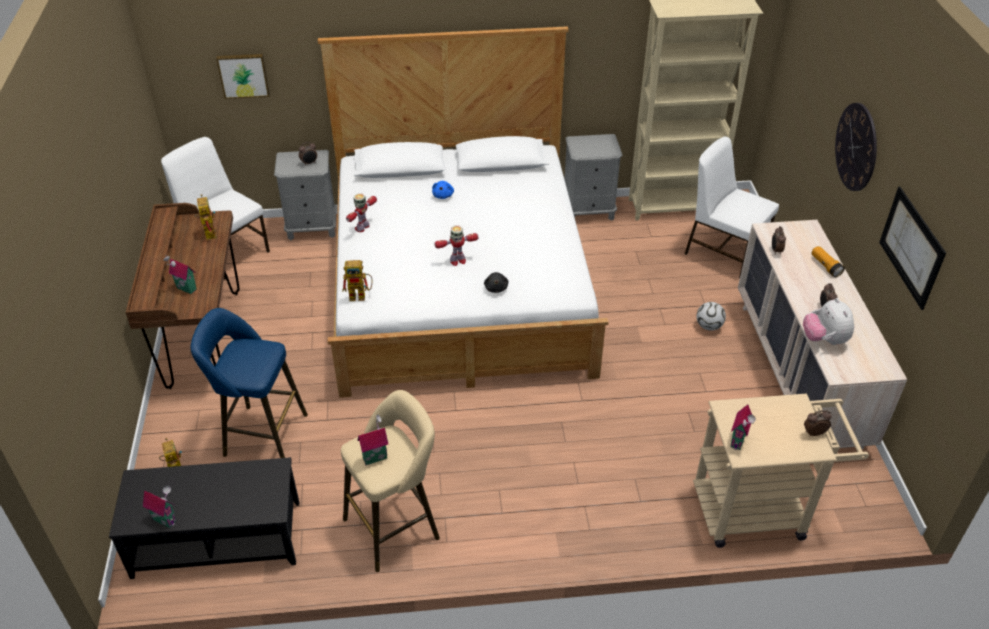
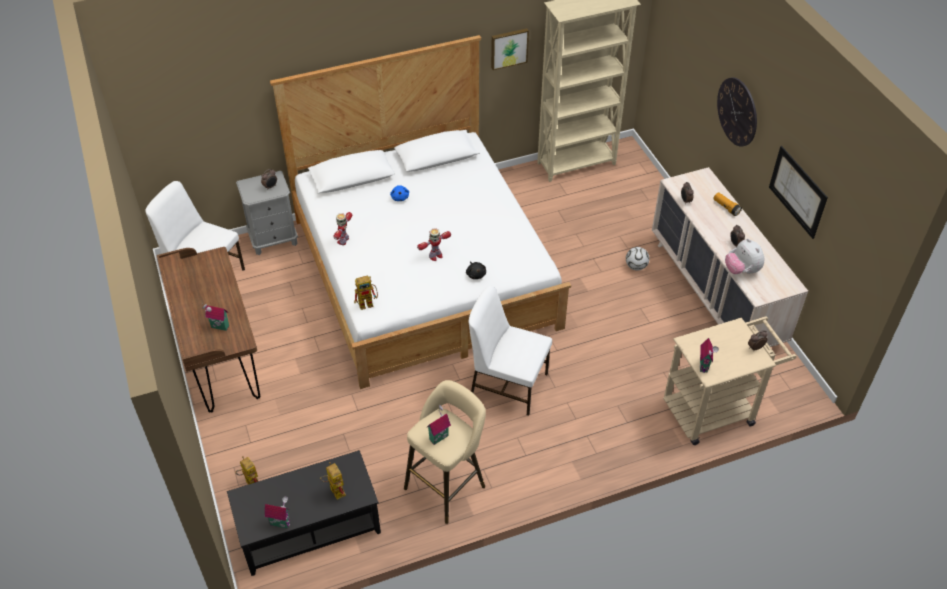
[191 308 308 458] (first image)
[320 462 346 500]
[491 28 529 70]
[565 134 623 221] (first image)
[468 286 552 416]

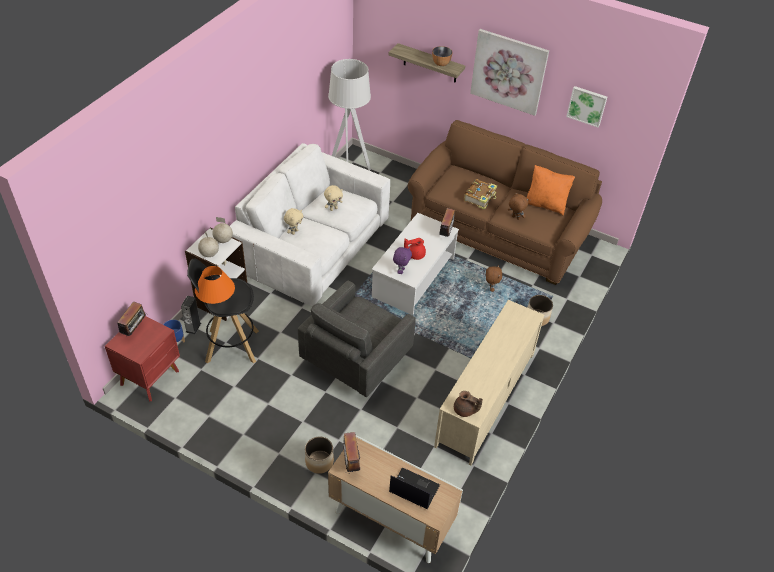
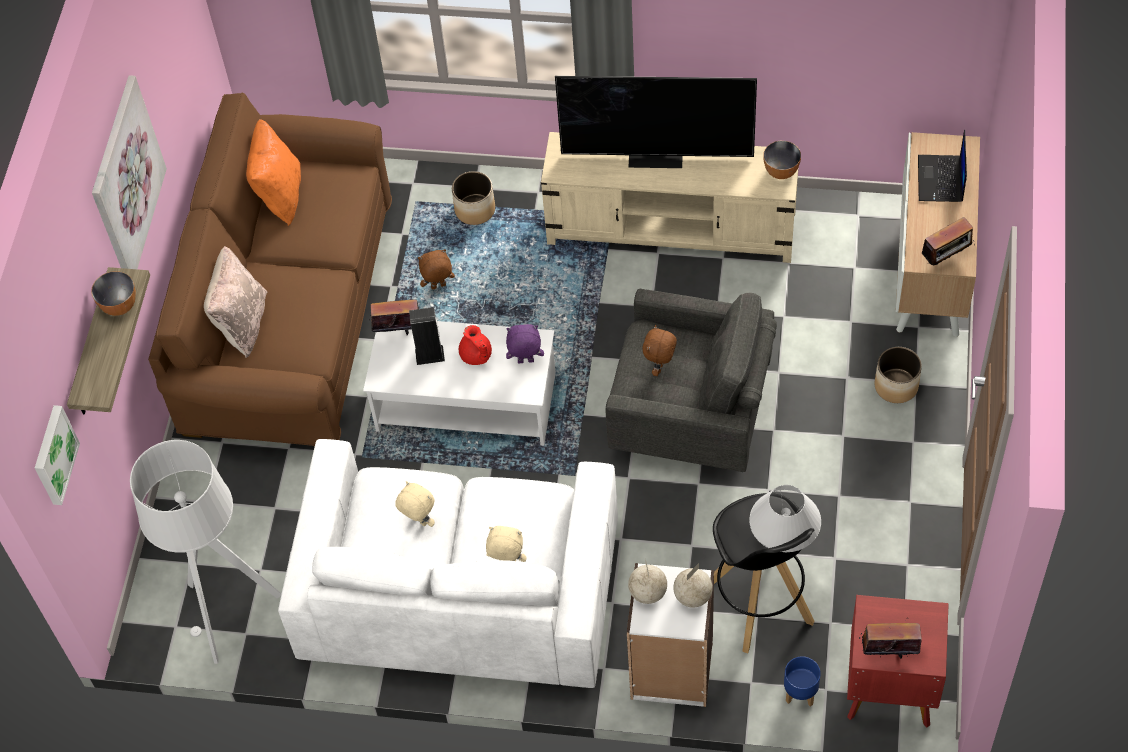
[409 307 445 365]
[749 485 821 552]
[763 141 801 179]
[464 179 497 210] (first image)
[643 325 677 376]
[35 405 80 505]
[204 246 267 358]
[555 76 757 168]

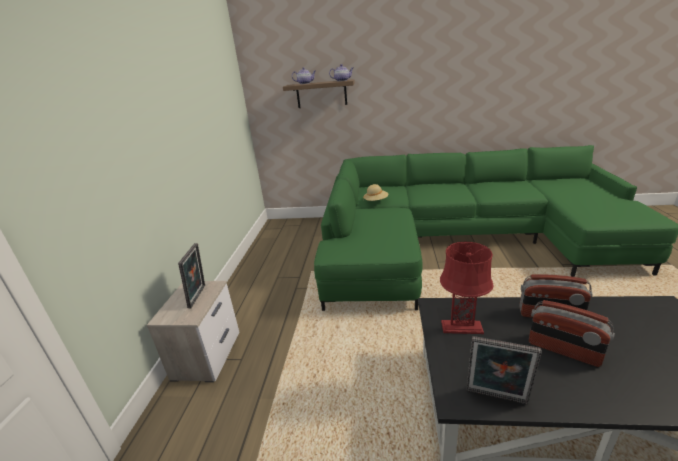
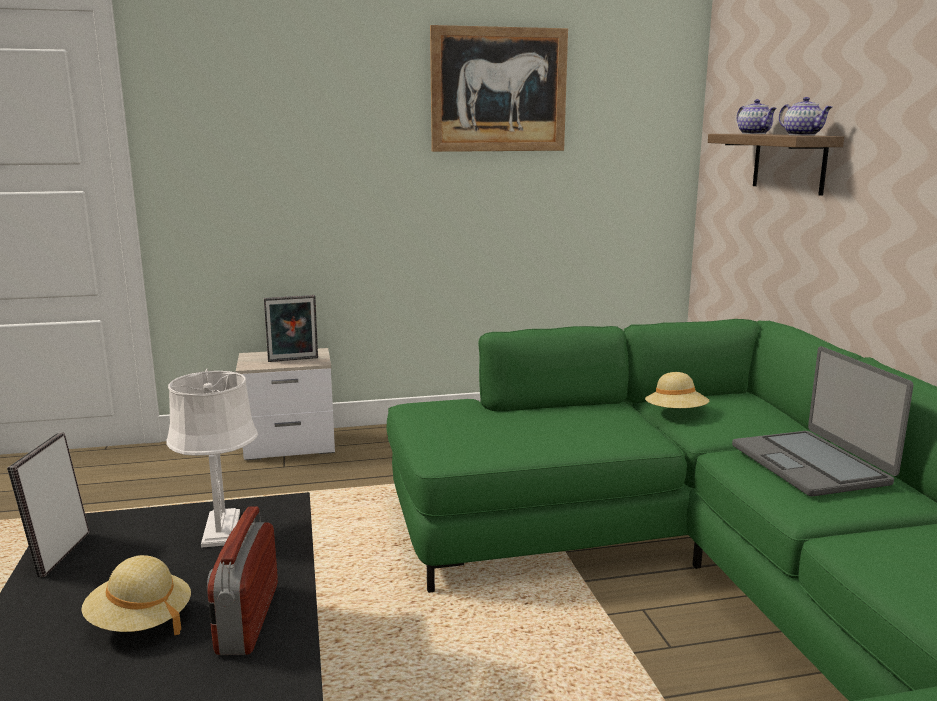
[166 369 258 548]
[81 555 191 635]
[430 25 568 152]
[732 346 913 497]

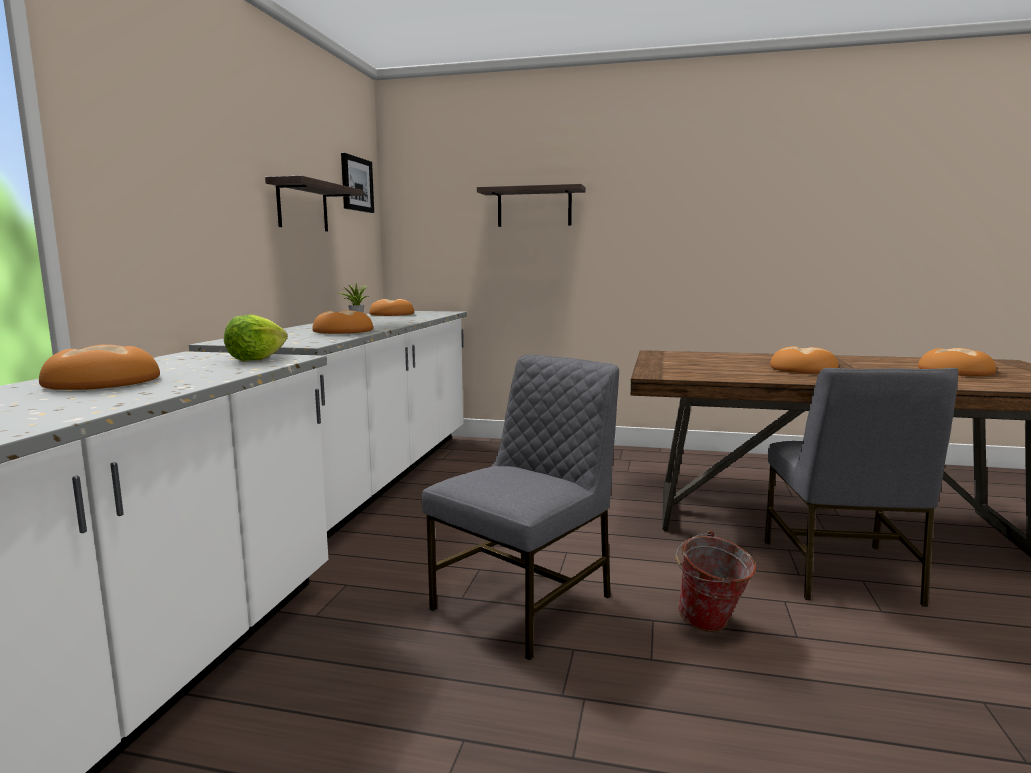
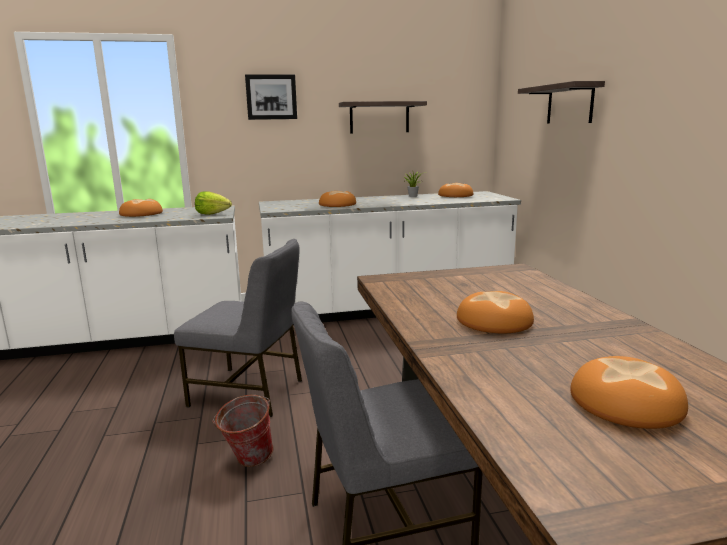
[245 74 297 120]

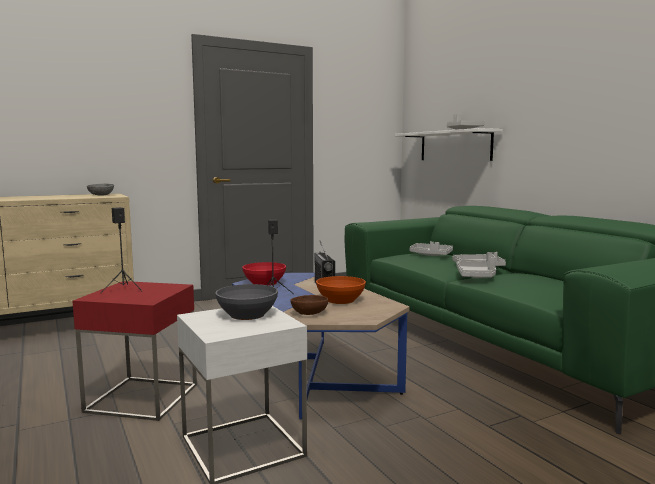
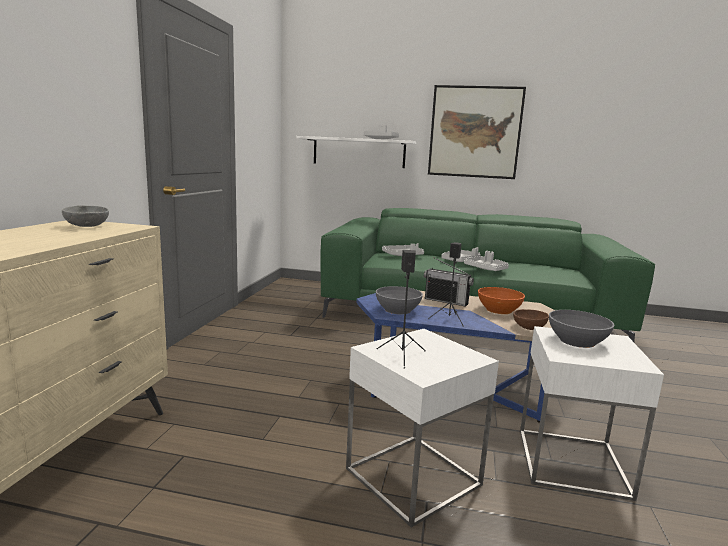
[346 329 499 528]
[376 286 423 314]
[428 85 526 179]

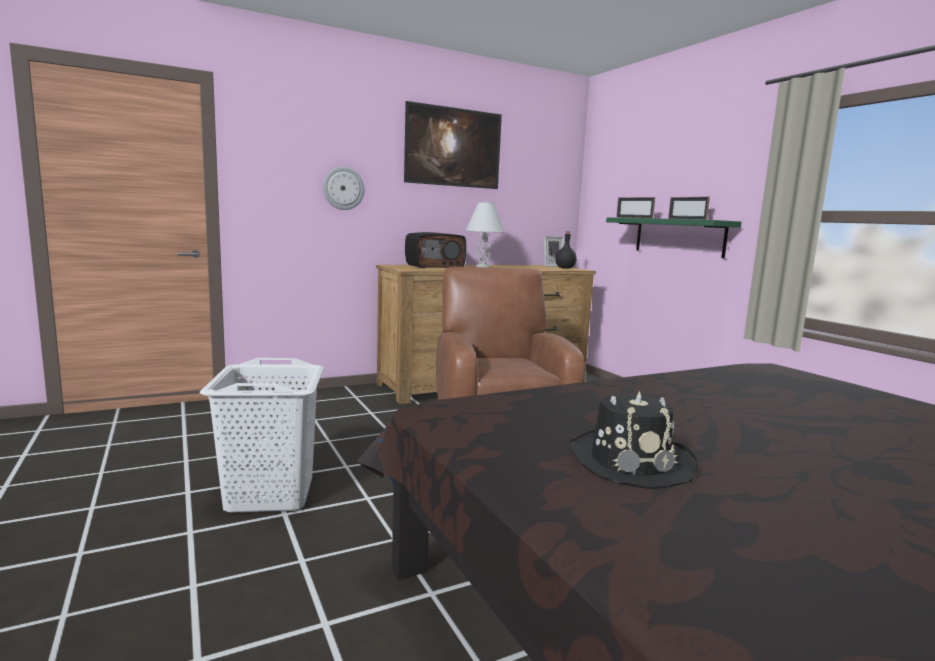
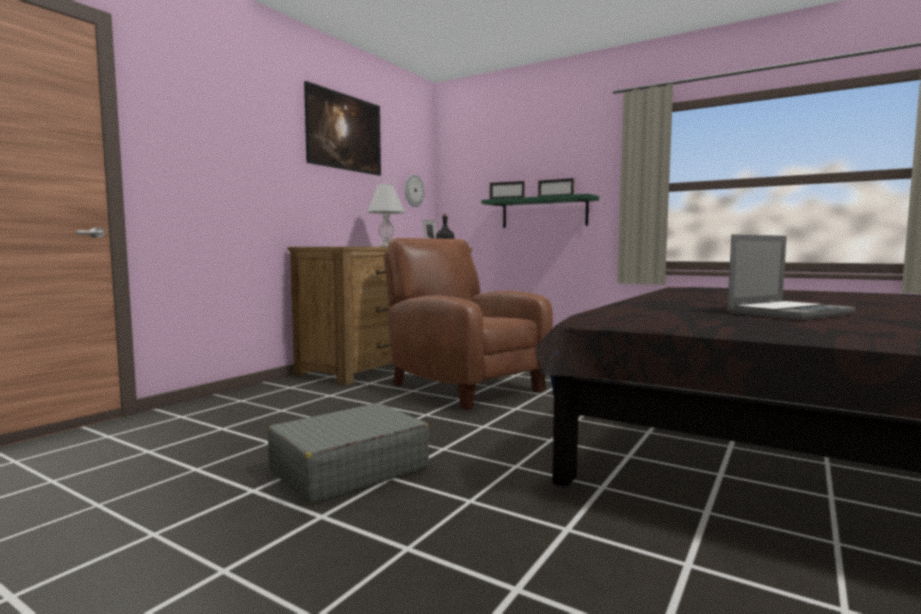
[268 403 429 504]
[405 174 425 207]
[405 232 466 268] (first image)
[727 234 855 320]

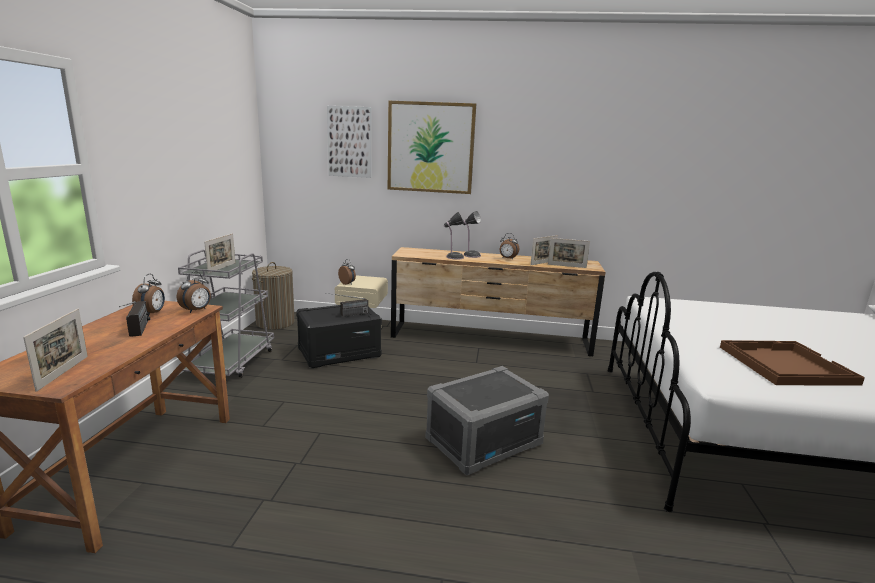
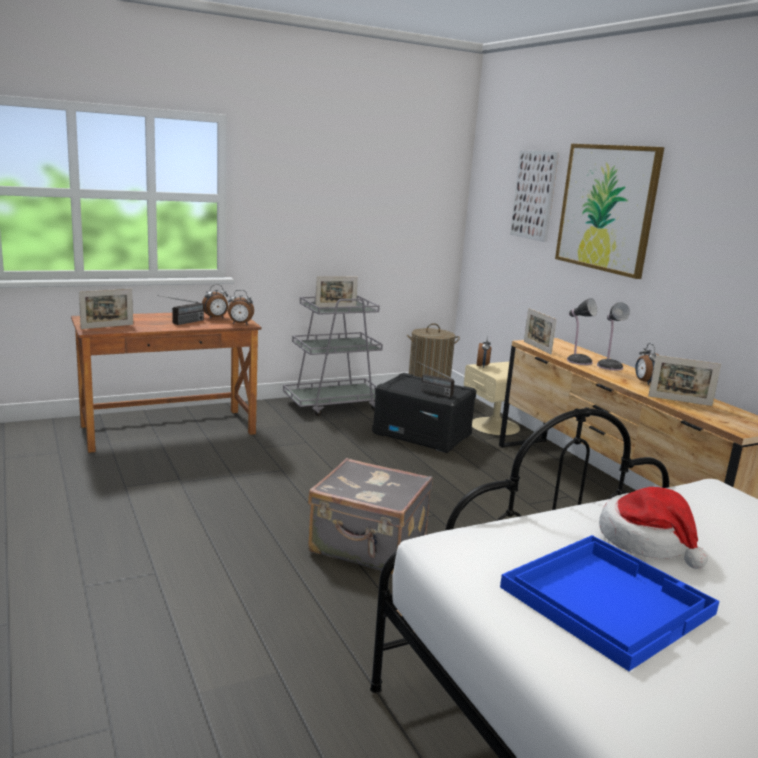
[308 458 433 574]
[524 308 557 354]
[500 535 719 671]
[599 487 708 569]

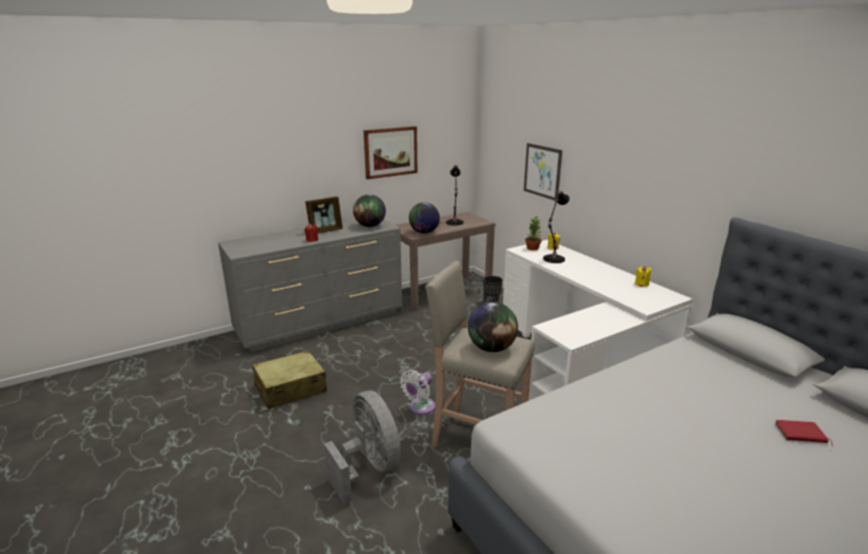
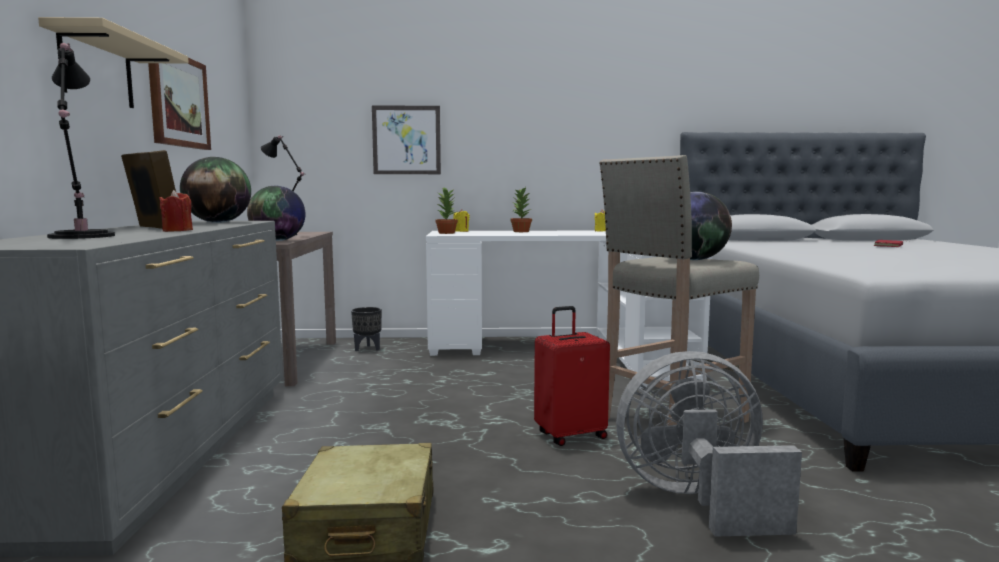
[121 150 176 229]
[534 306 610 446]
[47 43 115 239]
[38 17 189 108]
[511 187 532 232]

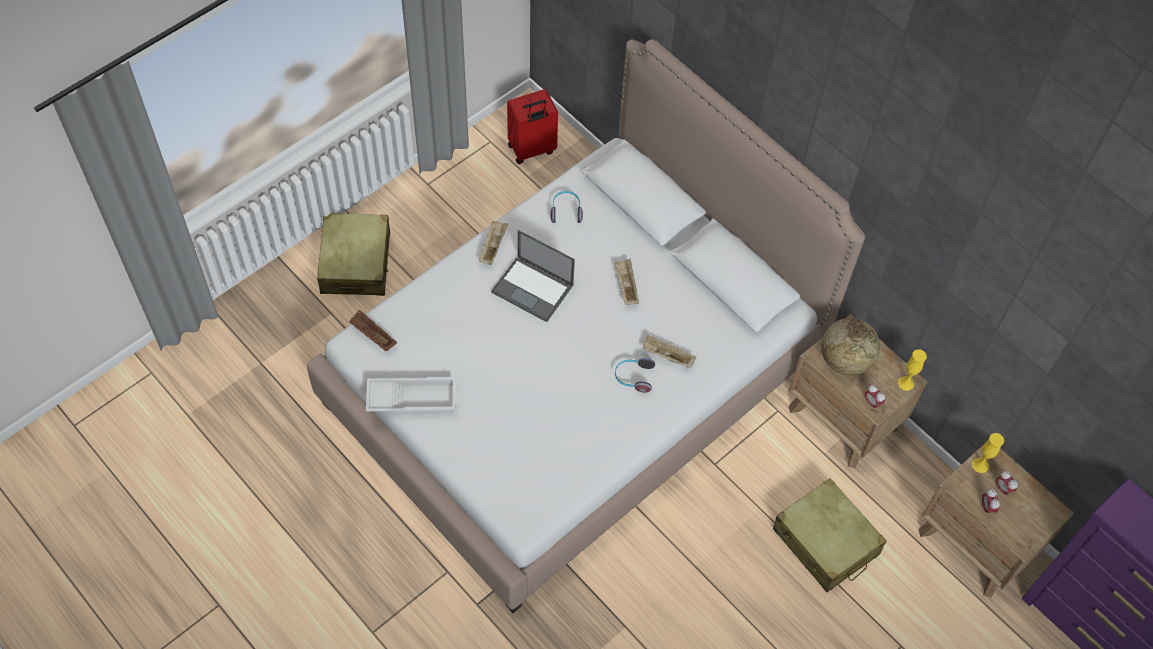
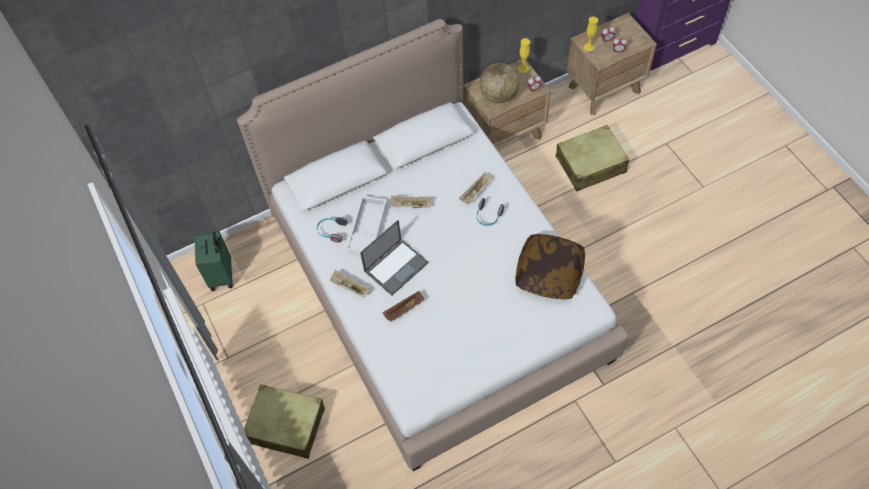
[383 291 424 322]
[346 196 387 252]
[195 231 233 291]
[515 234 585 299]

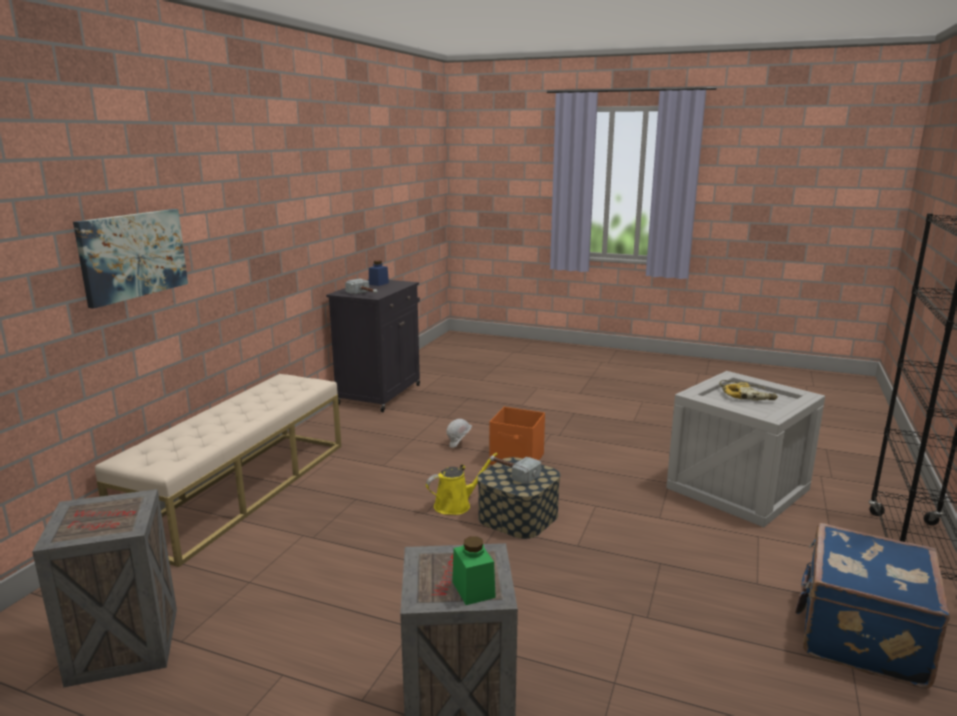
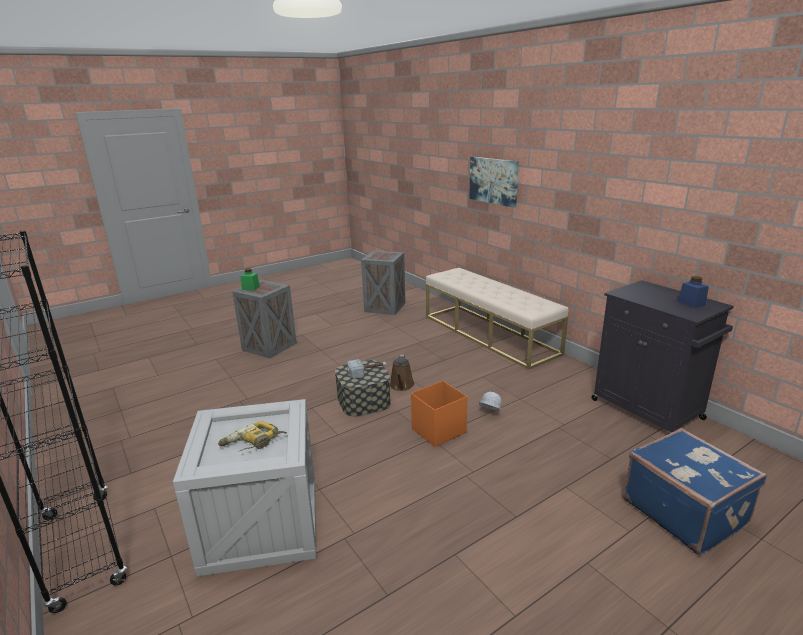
[345 279 377 294] (first image)
[390 355 415 391]
[623 428 767 556]

